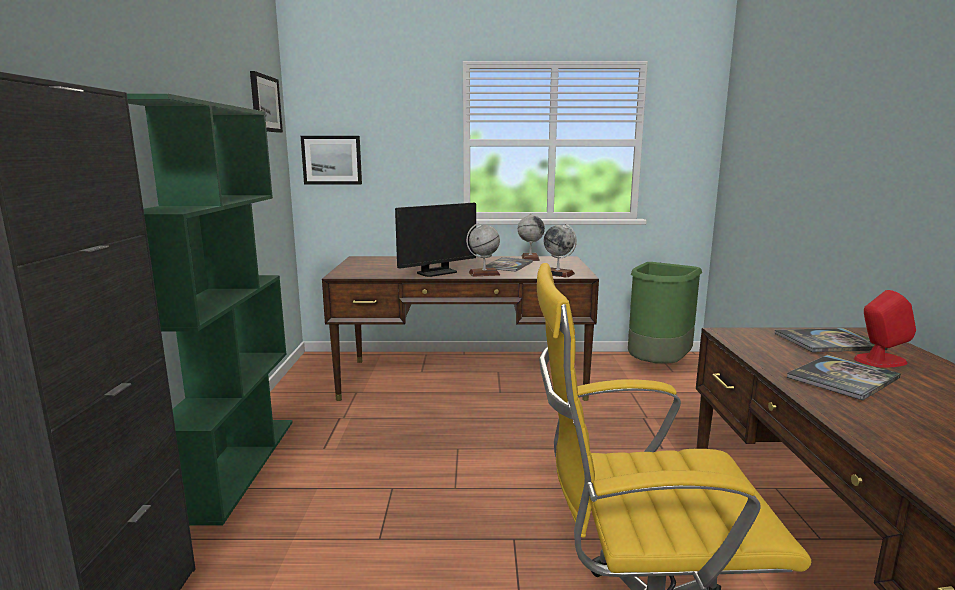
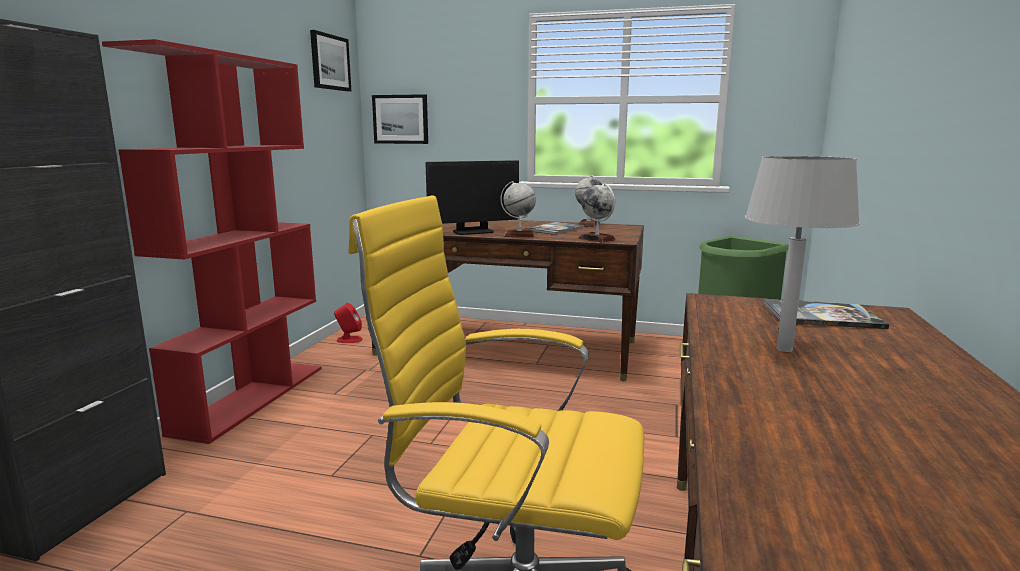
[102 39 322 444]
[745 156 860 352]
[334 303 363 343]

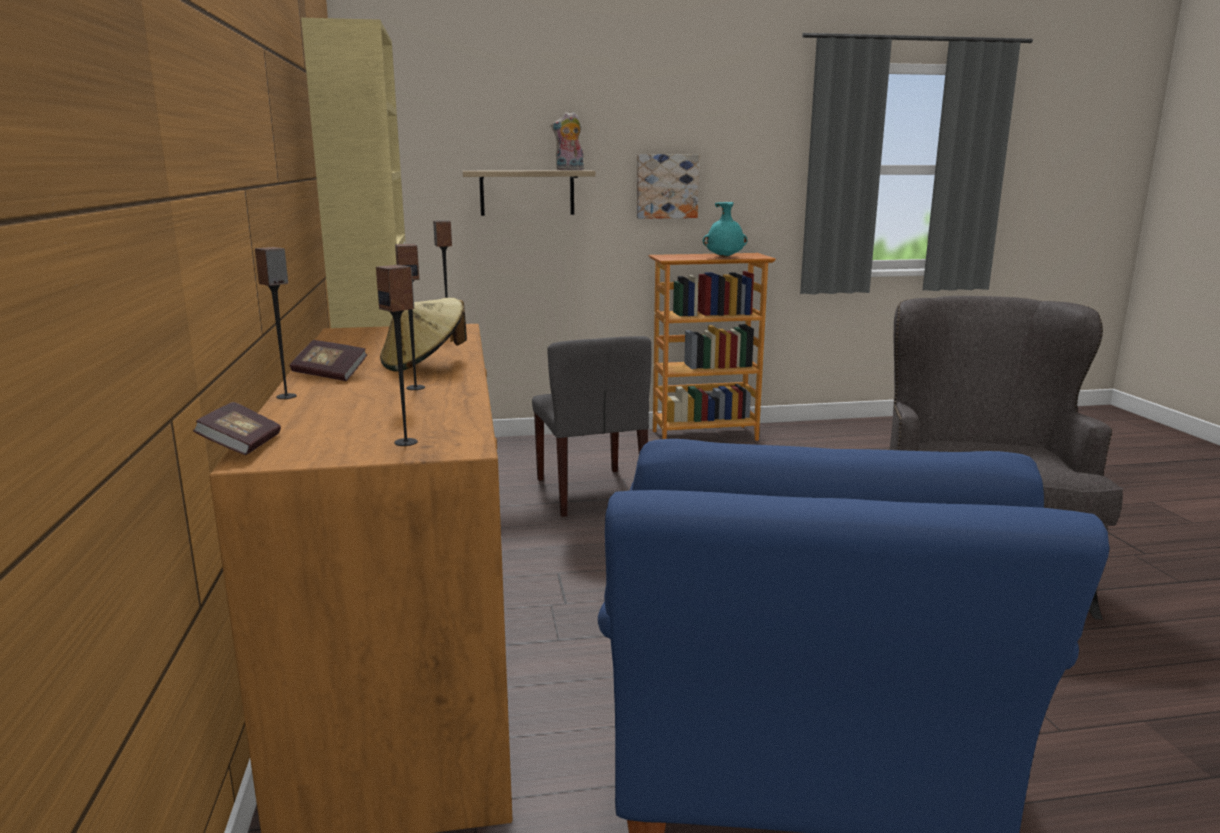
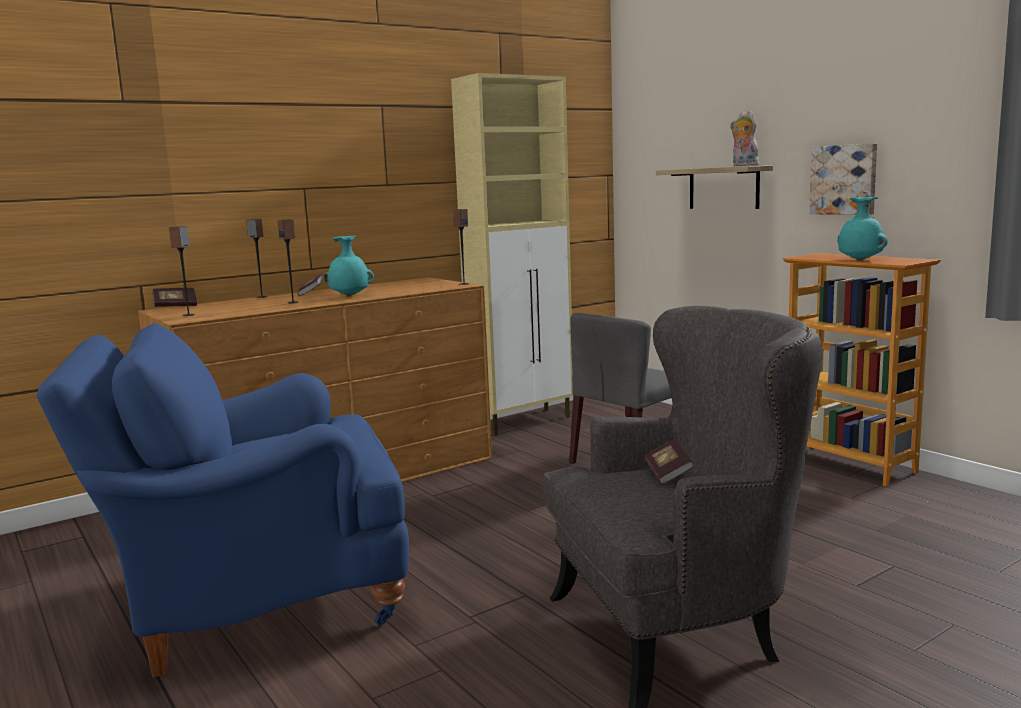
[323 236 374 296]
[644 439 694 485]

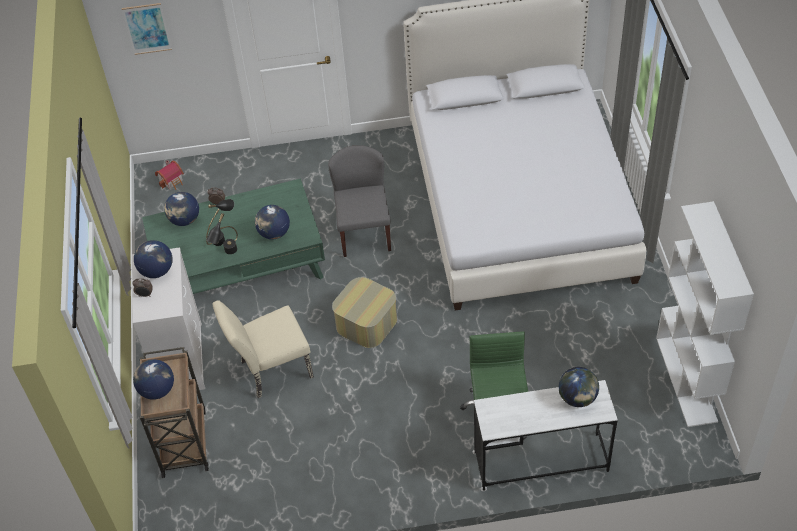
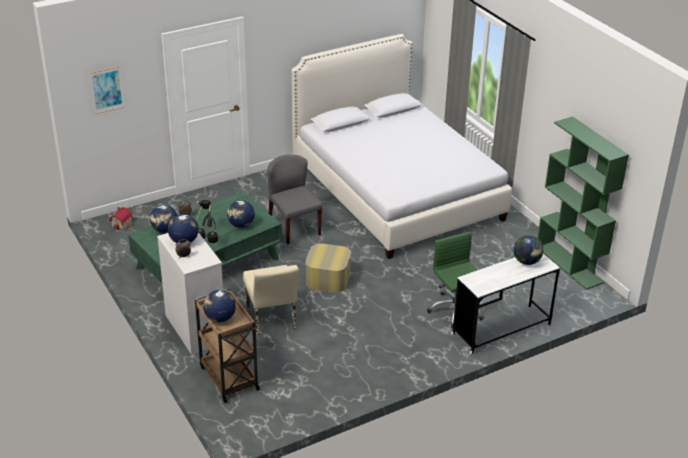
[243 265 299 336]
[538 116 629 290]

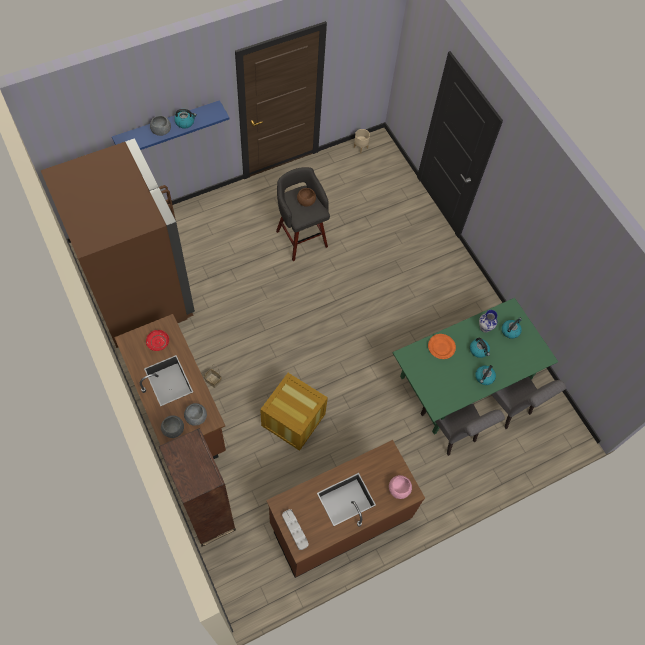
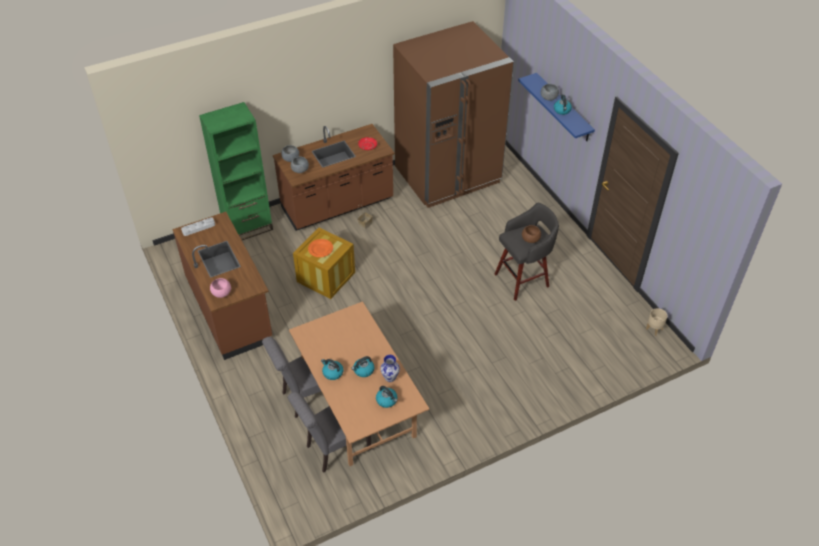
[199 102 273 240]
[289 301 429 466]
[308 239 333 257]

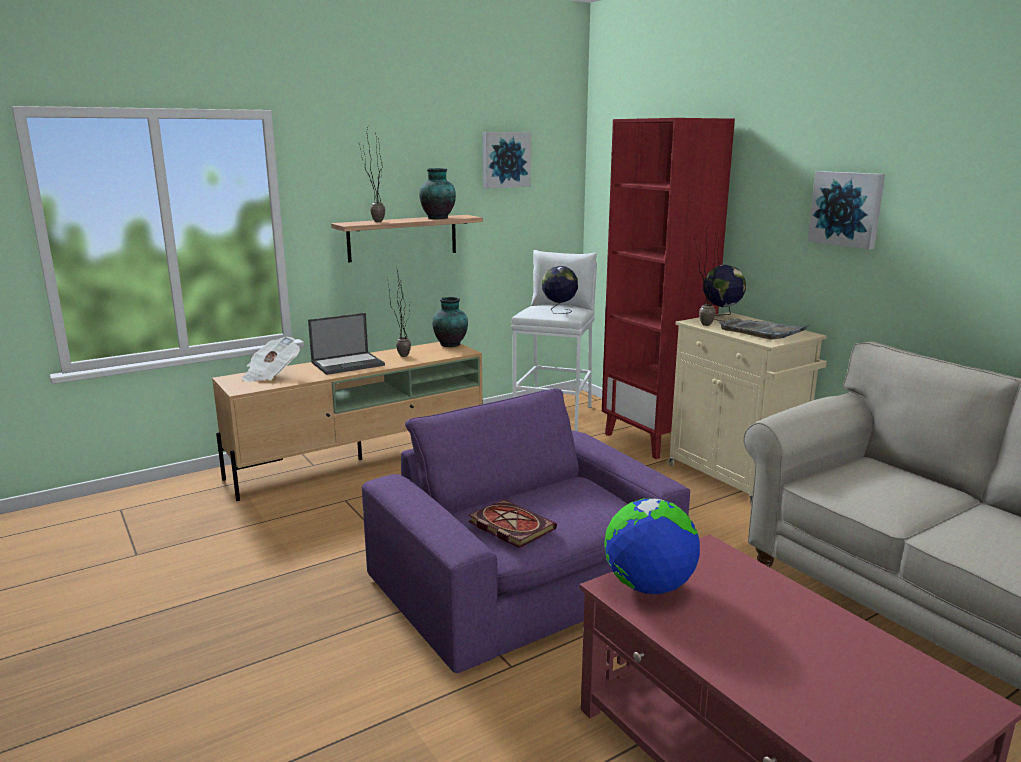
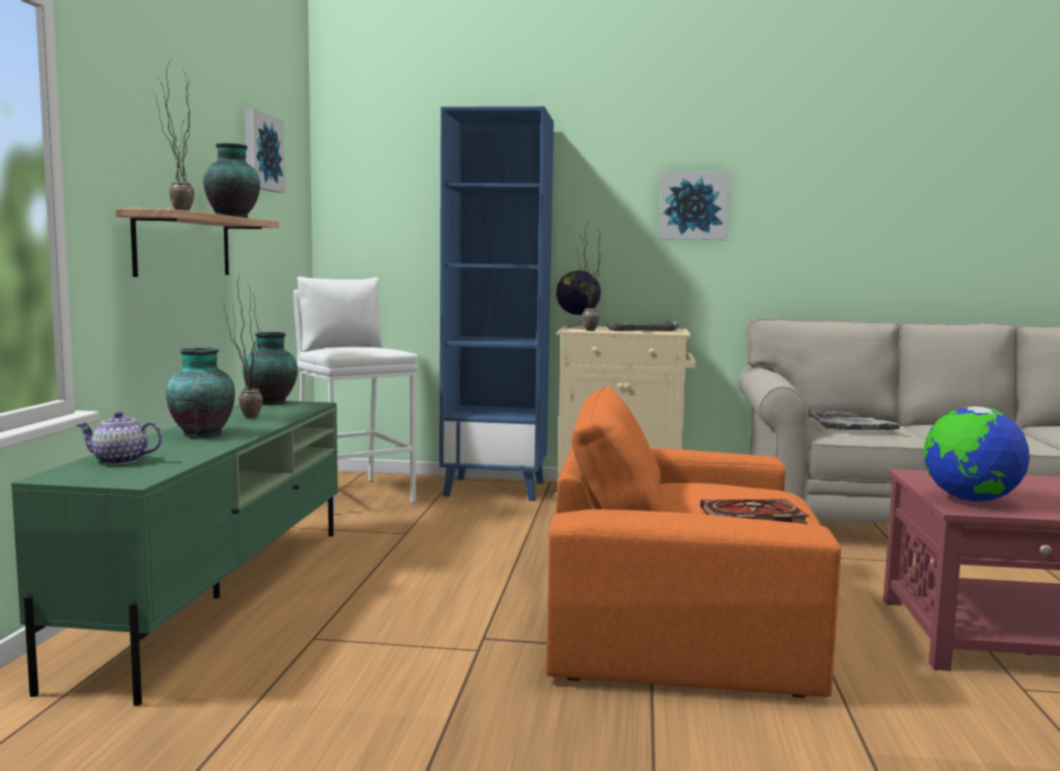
[11 401 338 706]
[77 412 162 465]
[166 348 235 437]
[546 387 841 698]
[542 266 578 314] (first image)
[439 106 554 501]
[810 410 904 430]

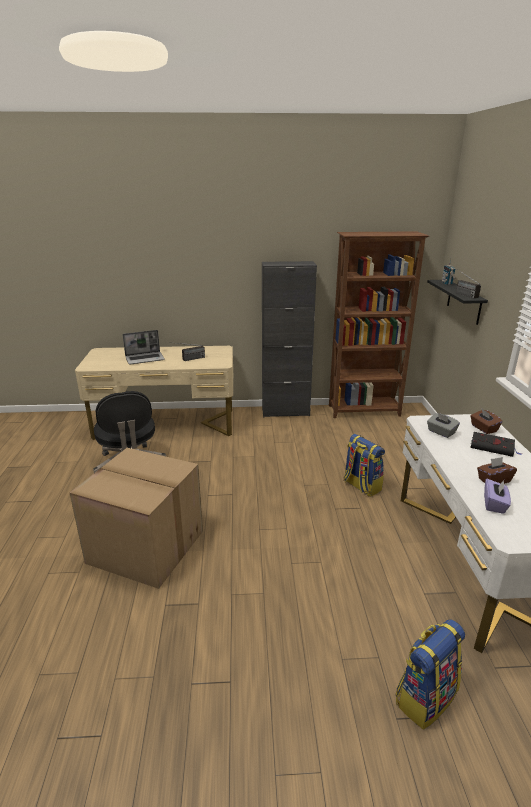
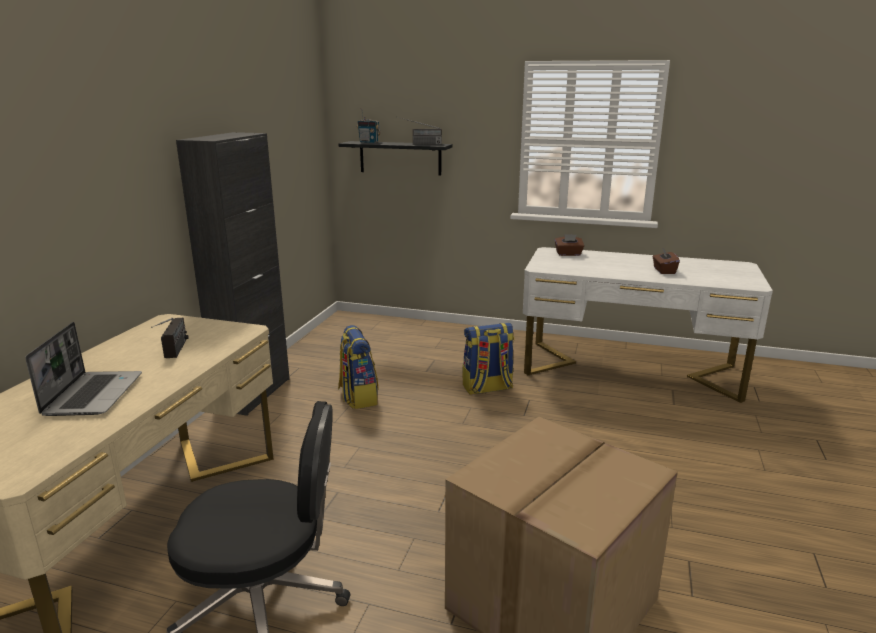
[329 231 429 418] (first image)
[338 325 379 409]
[427 413 460 438] (first image)
[470 432 522 457] (first image)
[484 479 511 514] (first image)

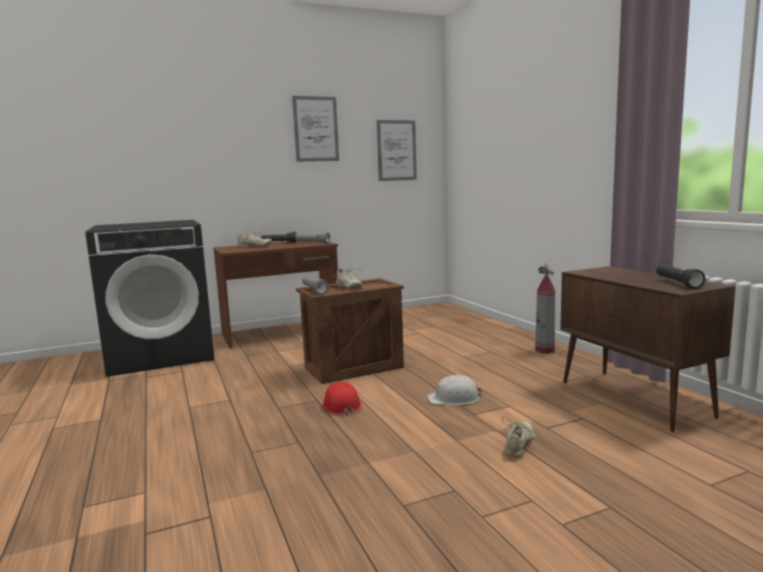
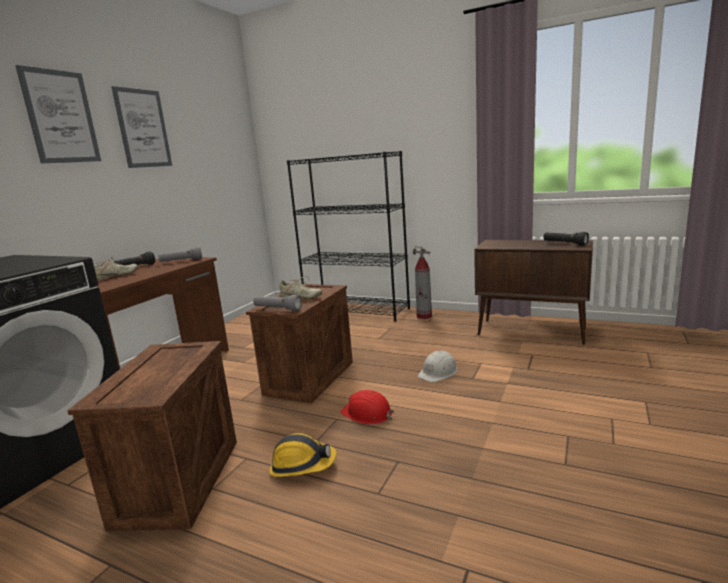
[15 65 101 164]
[501 417 539 458] (first image)
[67 341 237 531]
[270 433 337 477]
[287 151 410 322]

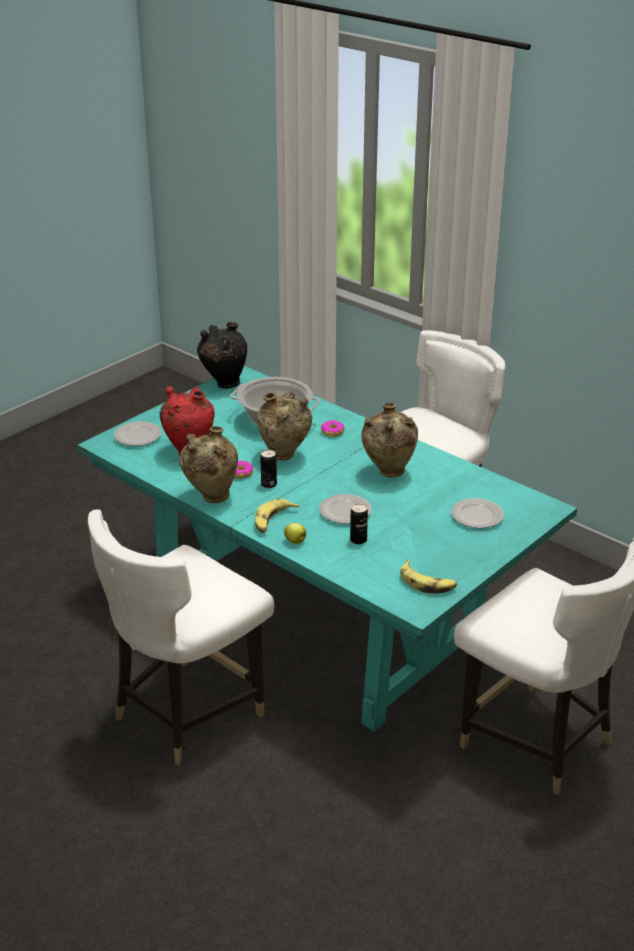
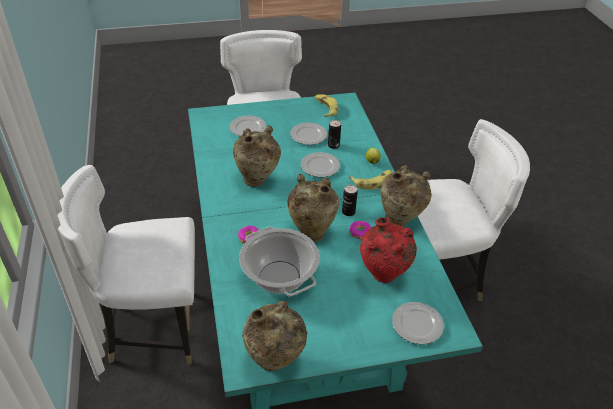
[242 301 307 371]
[290 123 328 145]

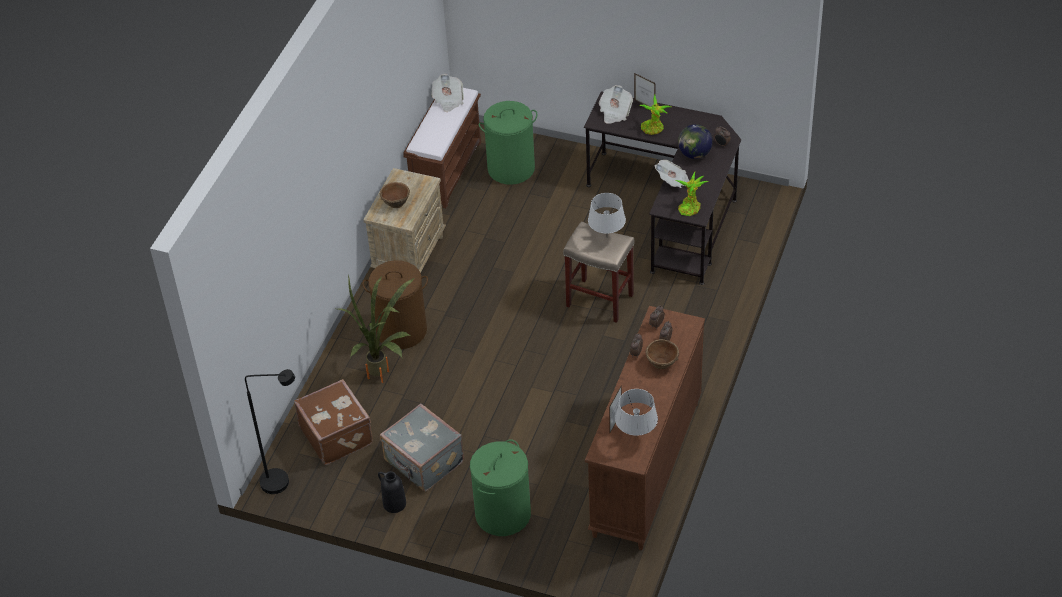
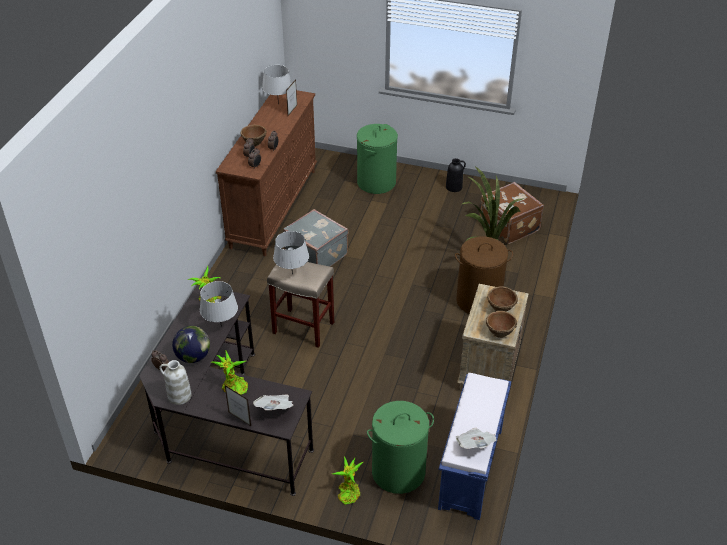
[245 369 295 494] (first image)
[283 209 349 267]
[438 373 511 520]
[200 281 238 327]
[159 360 192 405]
[332 456 363 505]
[486 311 517 338]

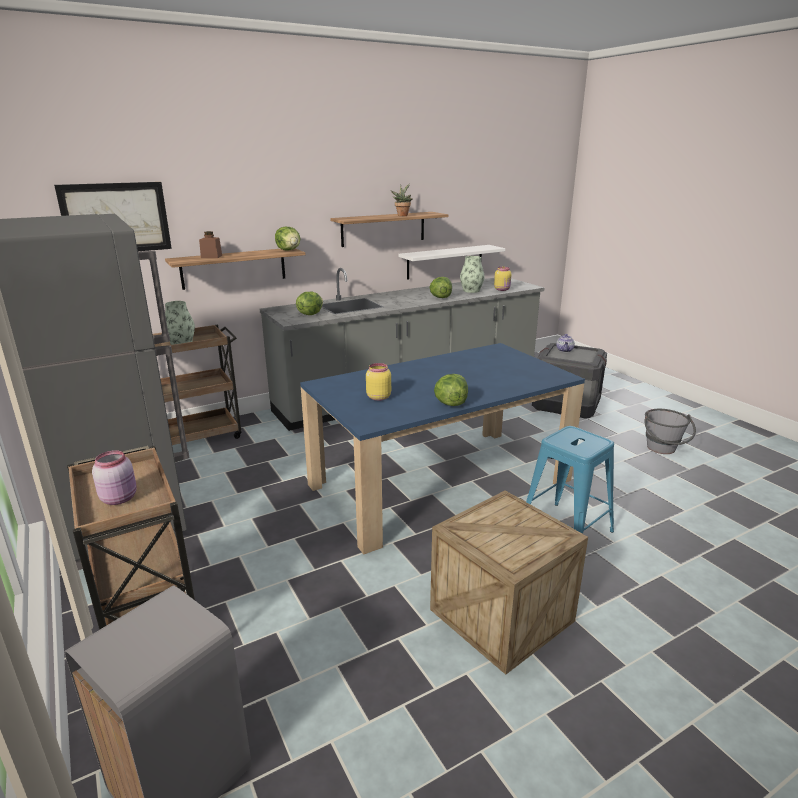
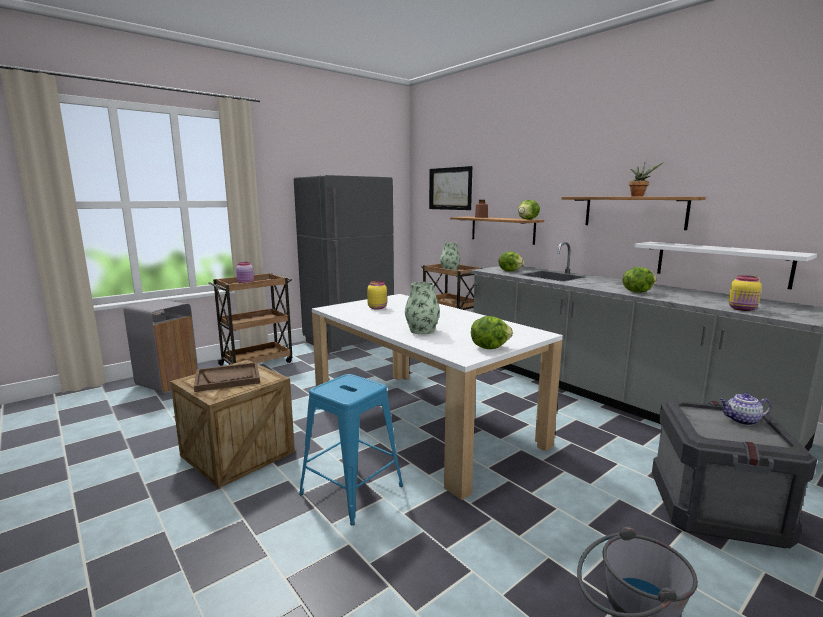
[312 294 563 500]
[471 316 513 349]
[405 282 440 334]
[194 362 260 392]

